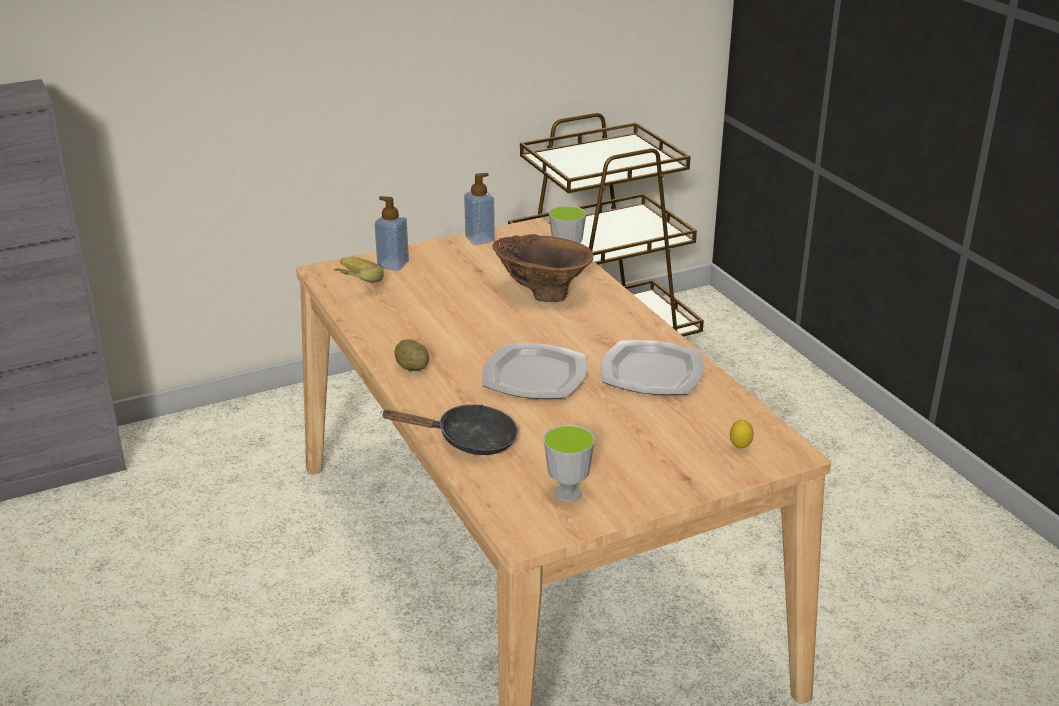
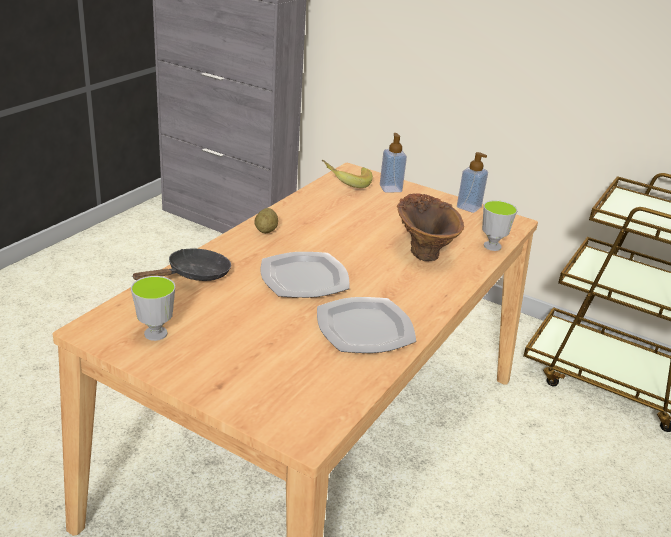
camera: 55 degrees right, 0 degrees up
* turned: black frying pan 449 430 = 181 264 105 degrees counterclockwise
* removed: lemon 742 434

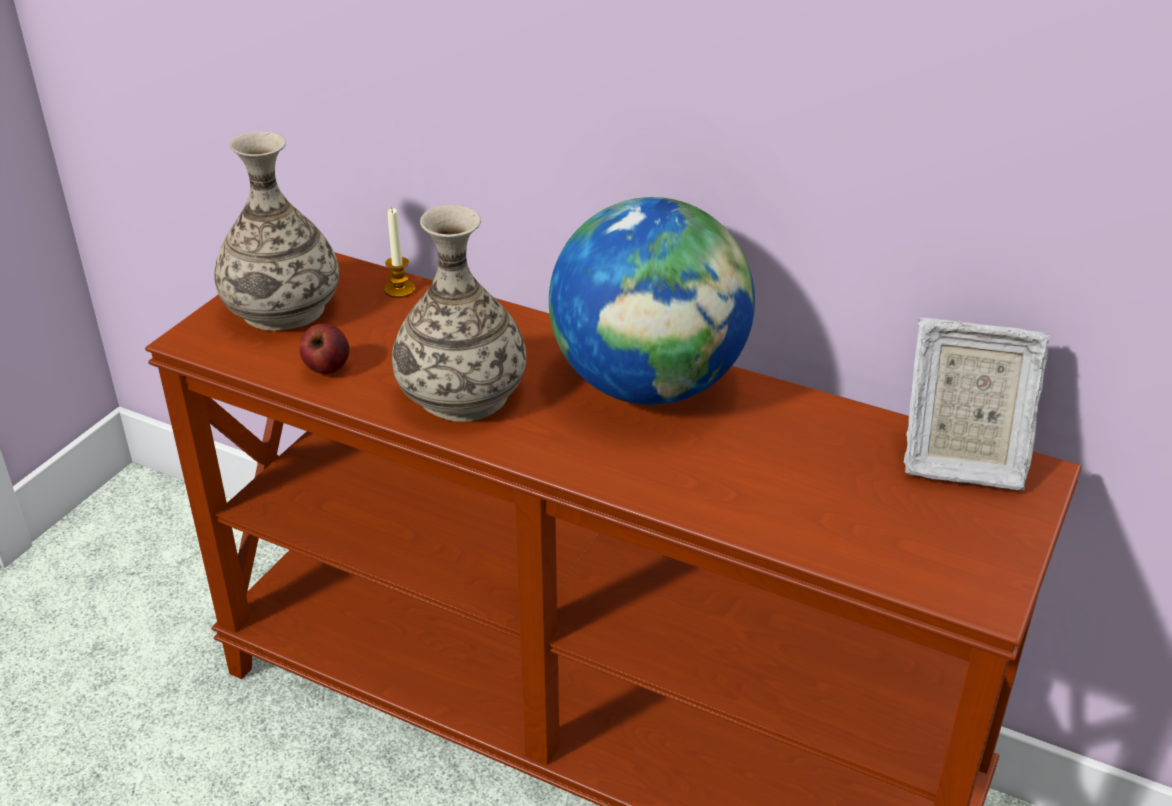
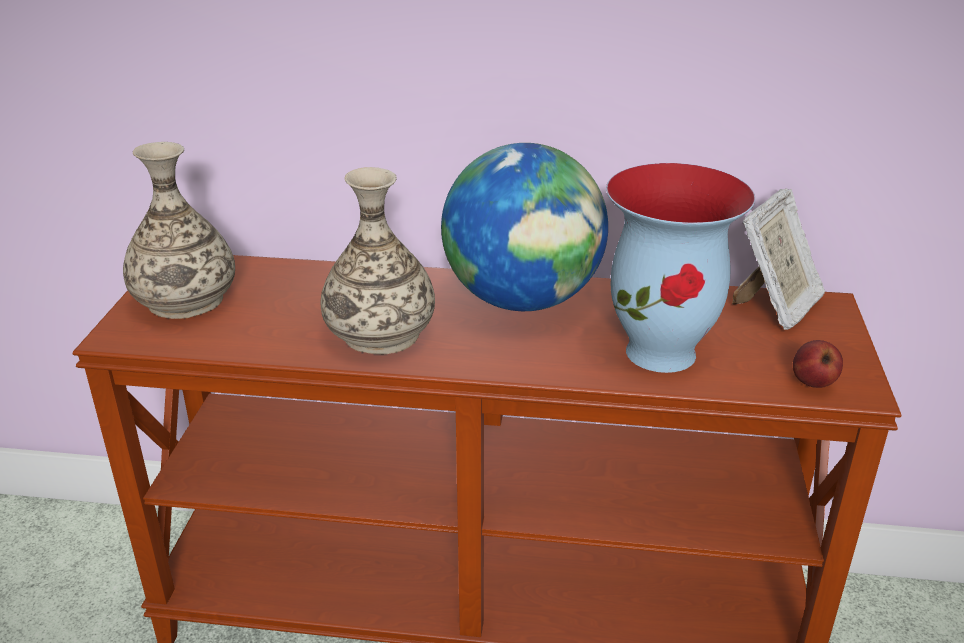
camera: 20 degrees left, 5 degrees down
* removed: candle 399 253
* turned: picture frame 977 404 = 778 259 45 degrees counterclockwise
* moved: apple 324 348 to 818 364
* added: vase 680 268

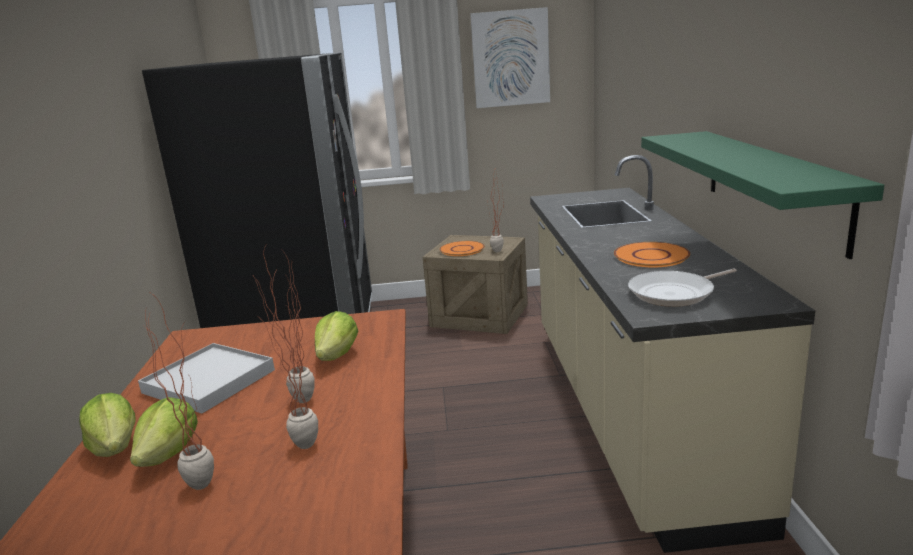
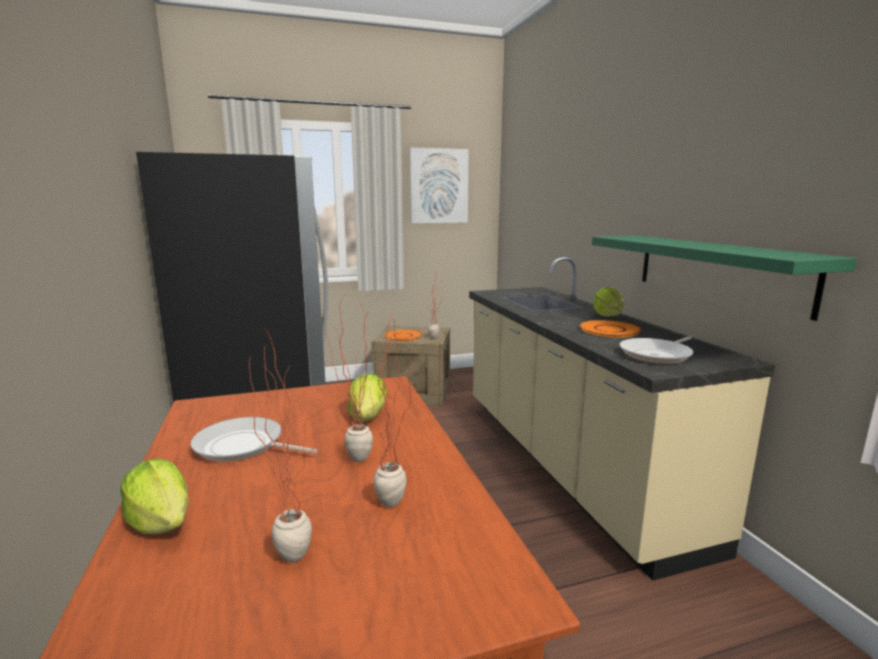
camera: 15 degrees left, 5 degrees down
* replaced: white tray 206 378 to frying pan 254 439
* moved: lettuce 164 432 to 608 302

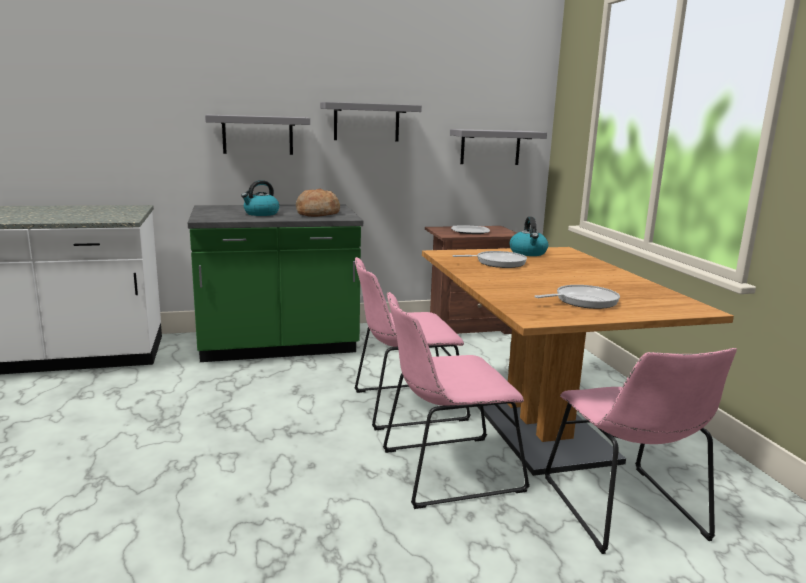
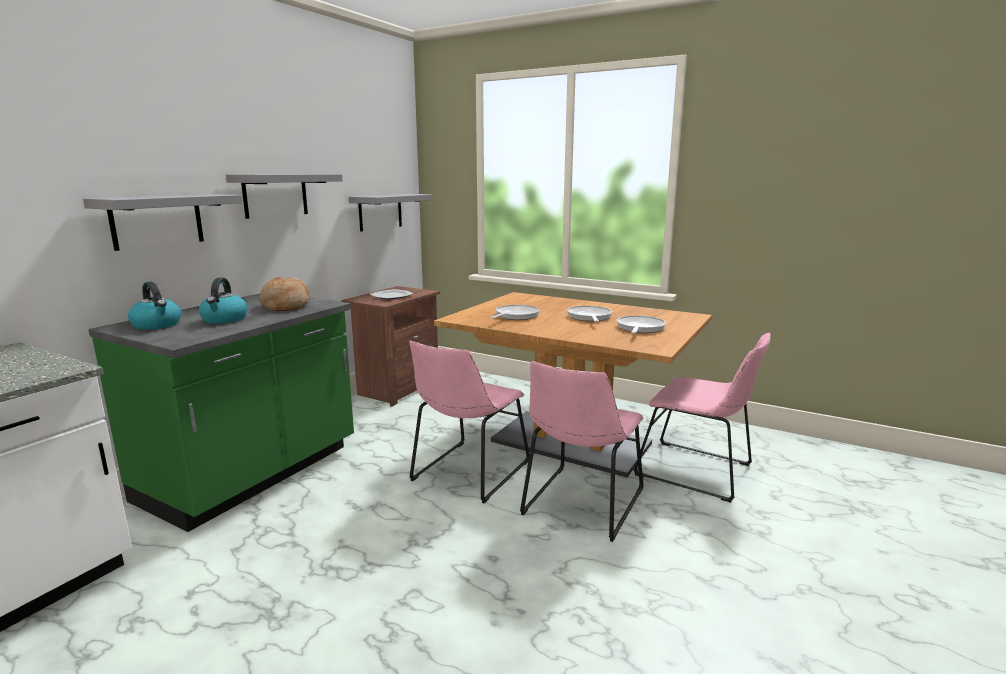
camera: 45 degrees left, 0 degrees up
* moved: kettle 529 236 to 154 306
* added: frying pan 589 314

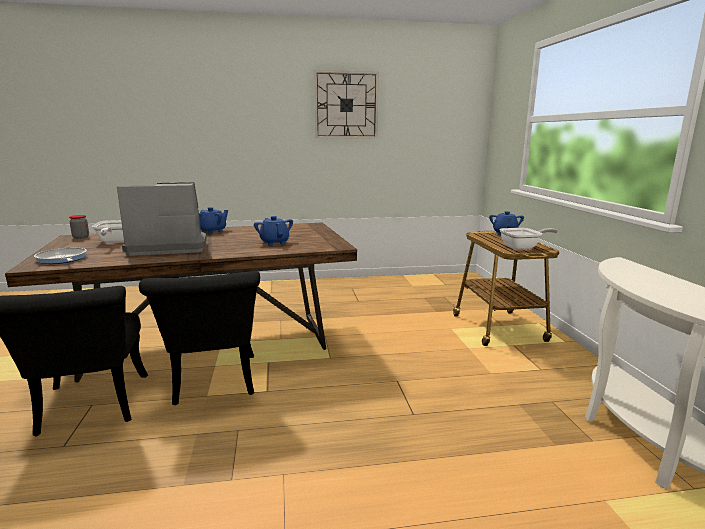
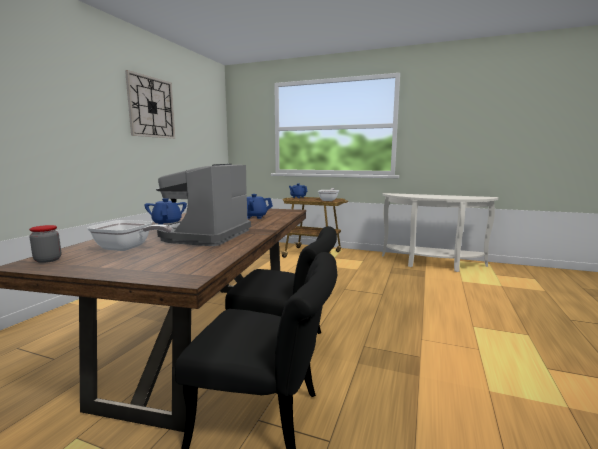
camera: 60 degrees left, 5 degrees down
* removed: frying pan 60 256

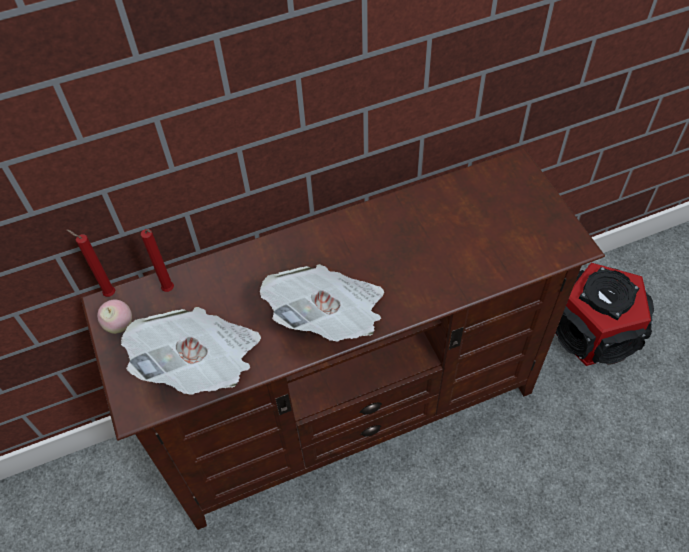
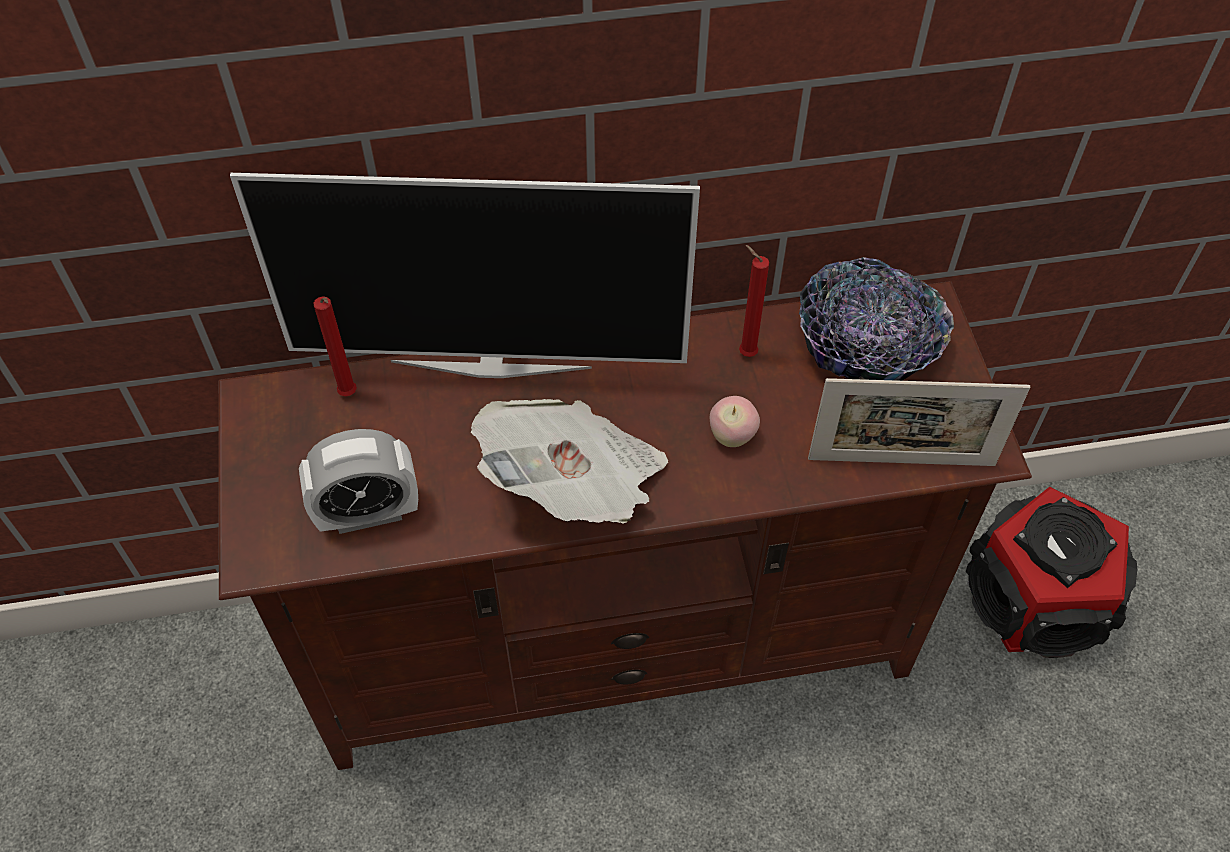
camera: 10 degrees right, 0 degrees up
* moved: red candle 91 263 to 754 301
* moved: apple 114 317 to 735 421
* replaced: newspaper 191 351 to alarm clock 358 481
* added: television 465 275
* added: bowl 876 319
* added: picture frame 919 422

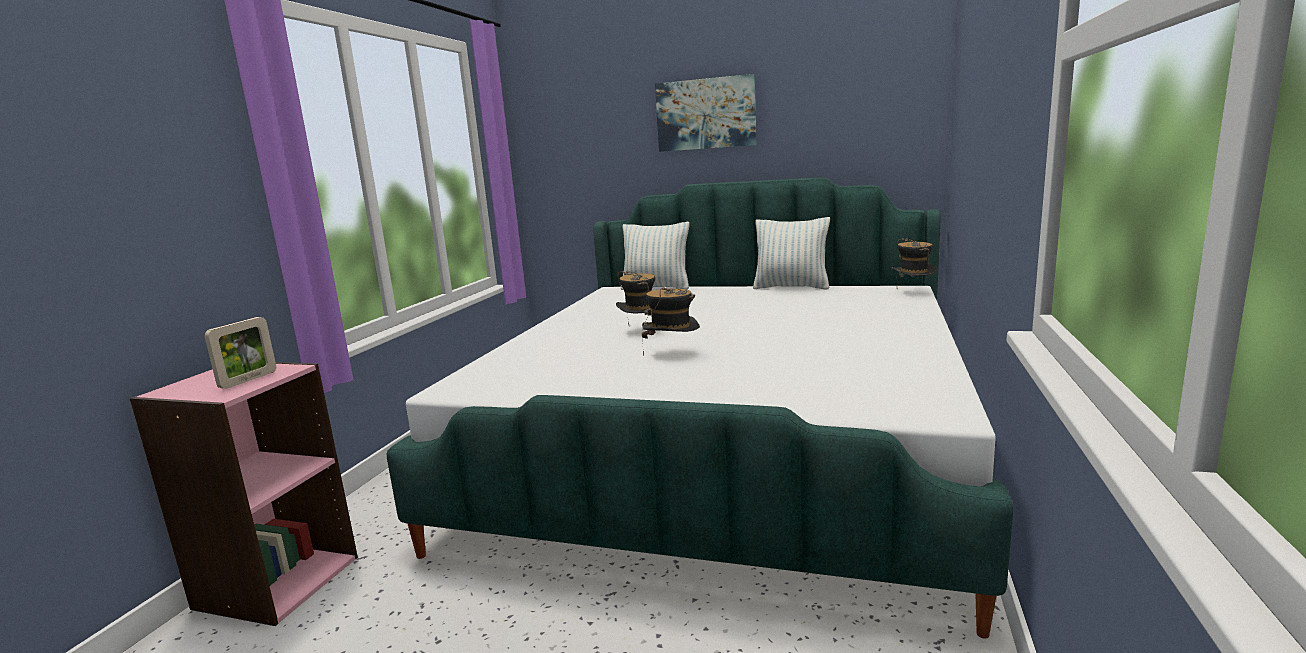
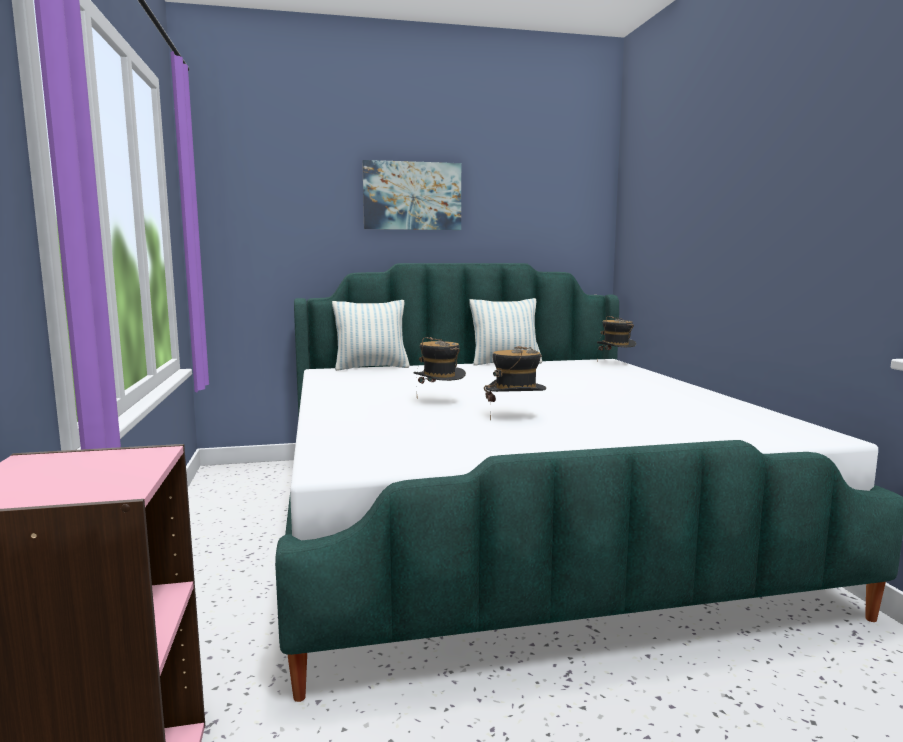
camera: 30 degrees left, 5 degrees down
* removed: picture frame 240 353

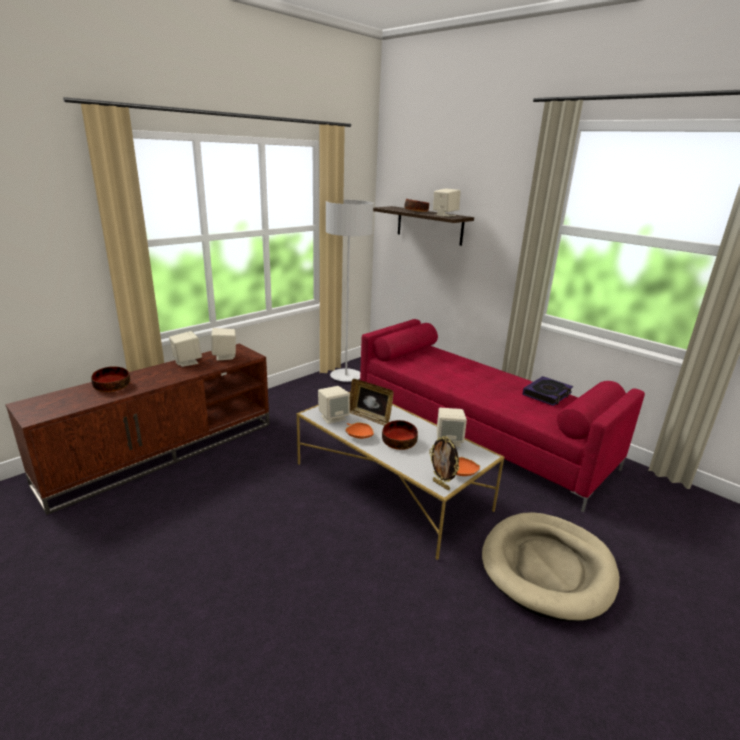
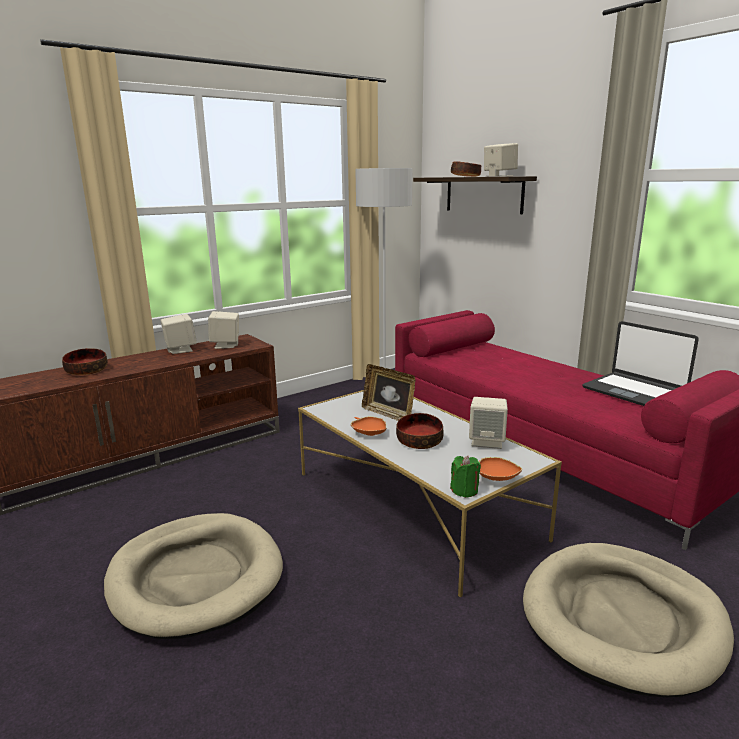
camera: 10 degrees right, 5 degrees down
* replaced: book 547 391 to laptop 641 363
* removed: beige speaker 334 405
* replaced: picture frame 444 463 to green candle 465 477
* added: beige dog bed 193 576

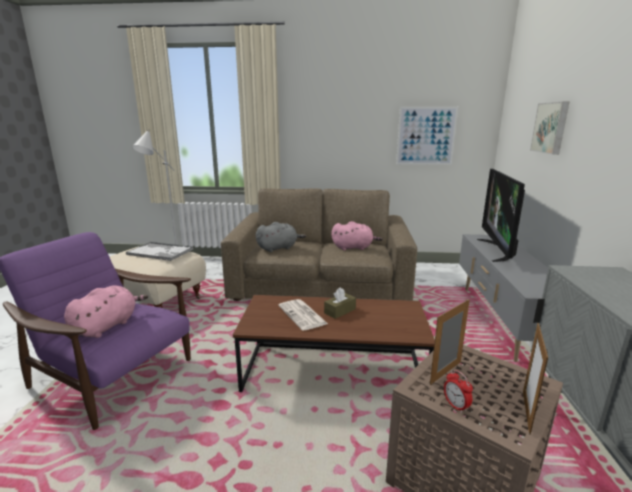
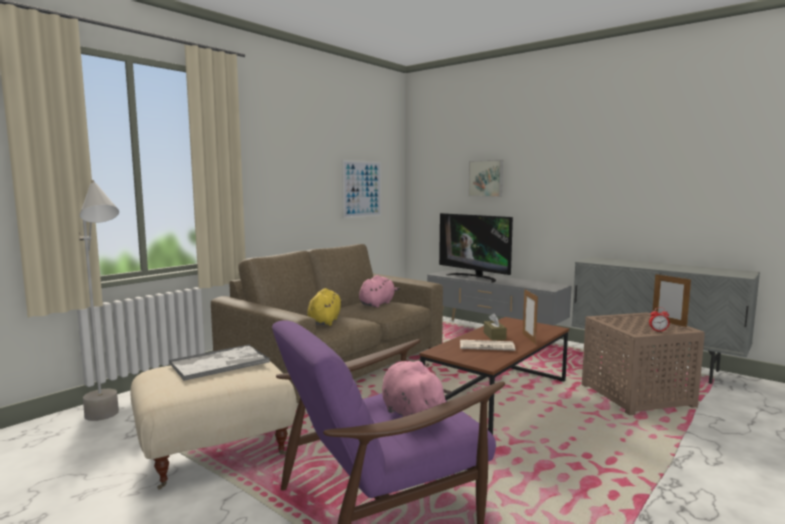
camera: 55 degrees left, 10 degrees down
* recoloured: grey plush toy 281 237 to yellow plush toy 324 307
* moved: picture frame 450 342 to 530 316

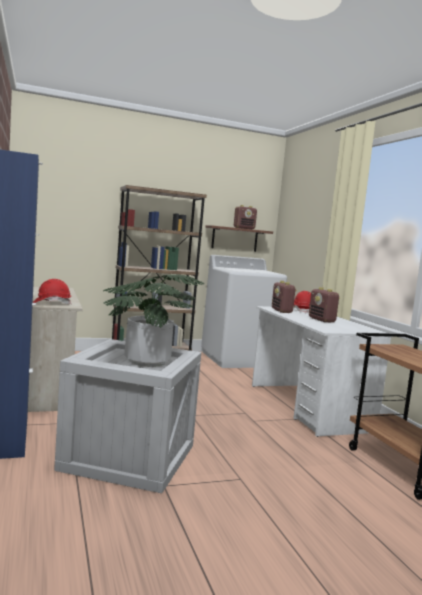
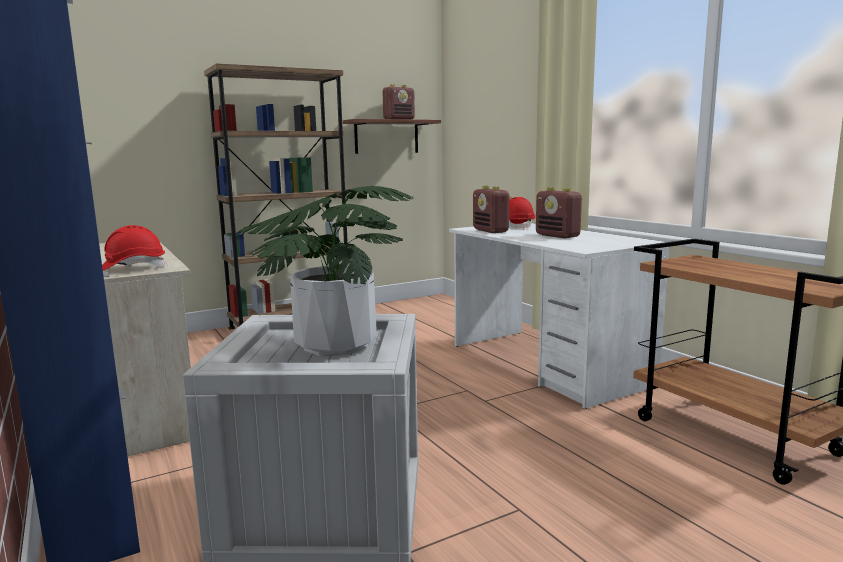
camera: 10 degrees left, 5 degrees up
* removed: white washing machine 244 311

